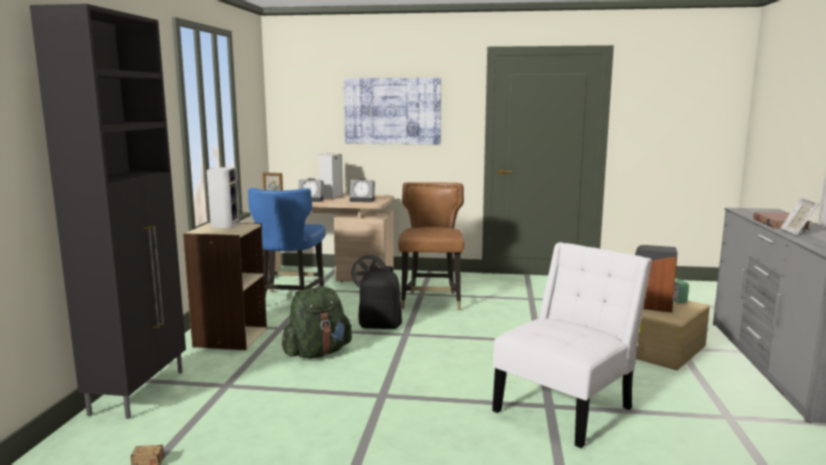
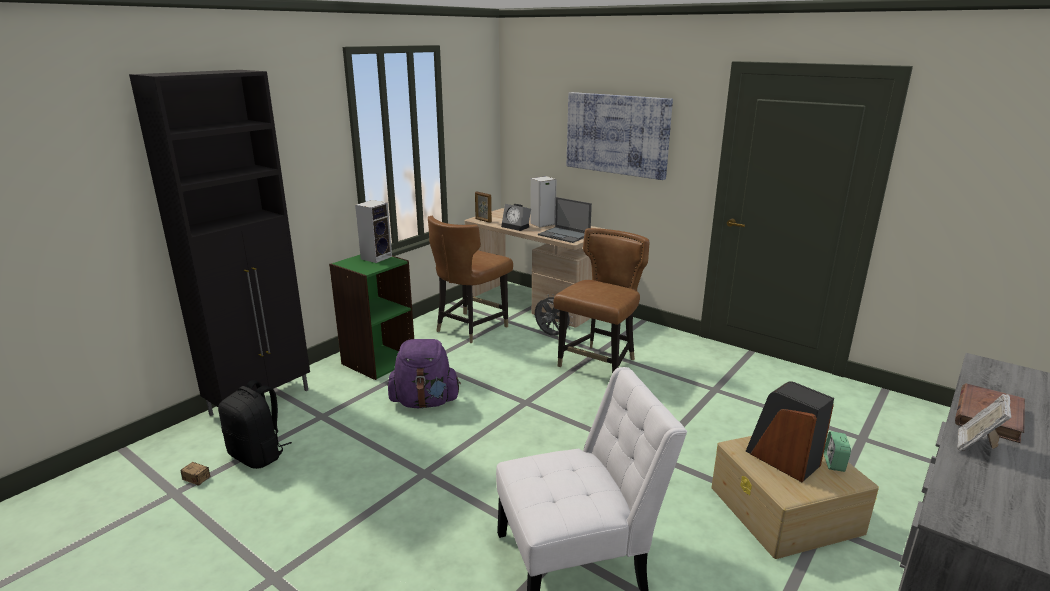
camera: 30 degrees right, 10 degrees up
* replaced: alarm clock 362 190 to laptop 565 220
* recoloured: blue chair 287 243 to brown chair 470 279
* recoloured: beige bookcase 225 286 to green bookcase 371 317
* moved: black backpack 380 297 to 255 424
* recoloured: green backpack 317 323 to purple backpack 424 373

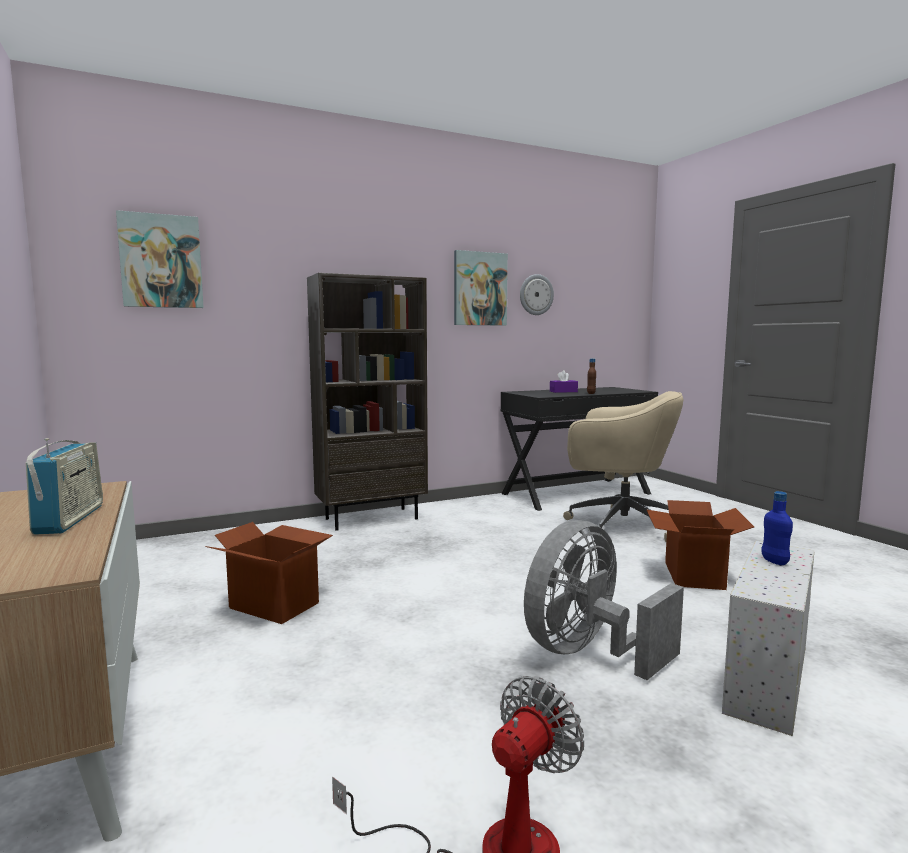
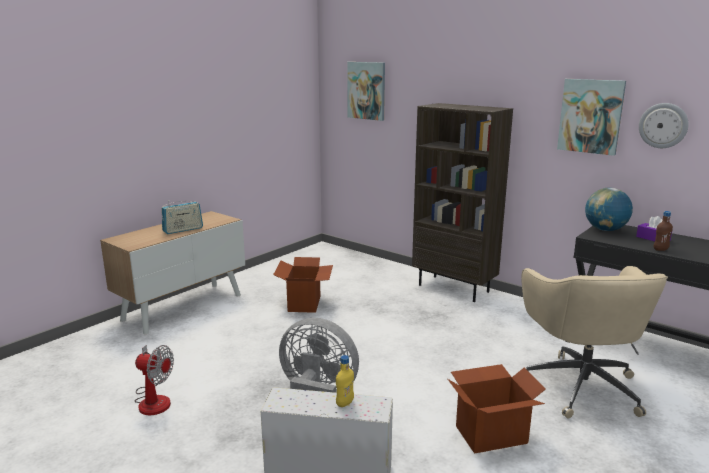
camera: 65 degrees right, 10 degrees up
* recoloured: blue bottle 777 528 to yellow bottle 345 381
* added: globe 609 209

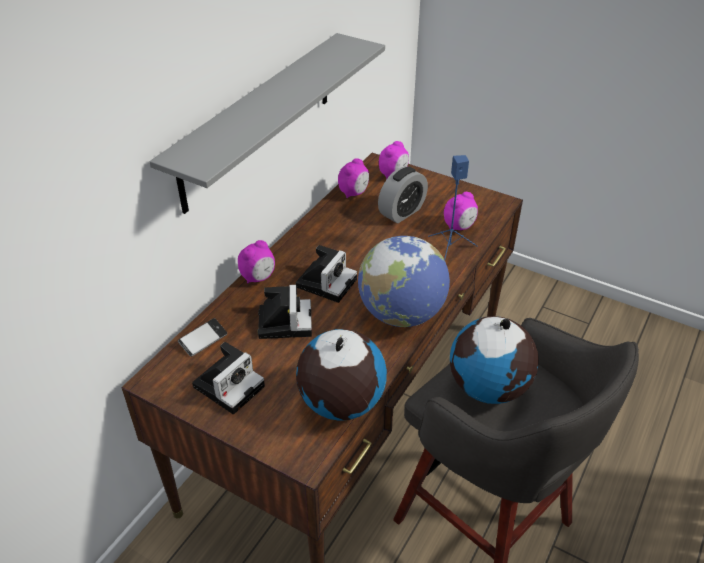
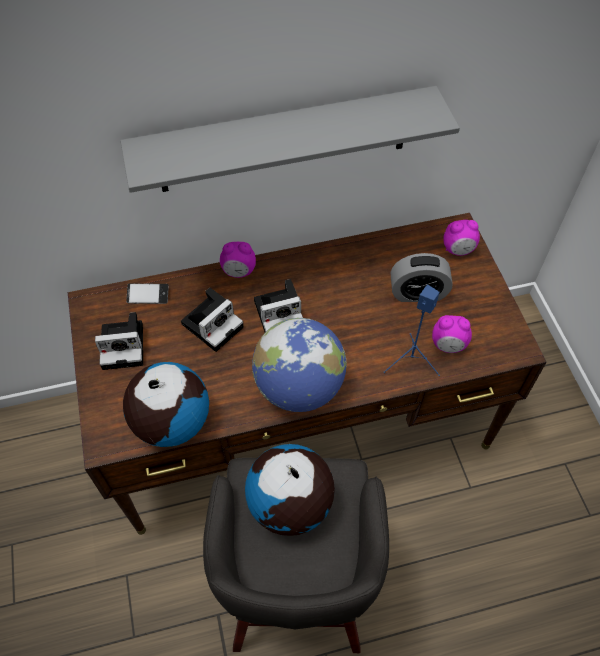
camera: 45 degrees right, 15 degrees up
* removed: alarm clock 353 178

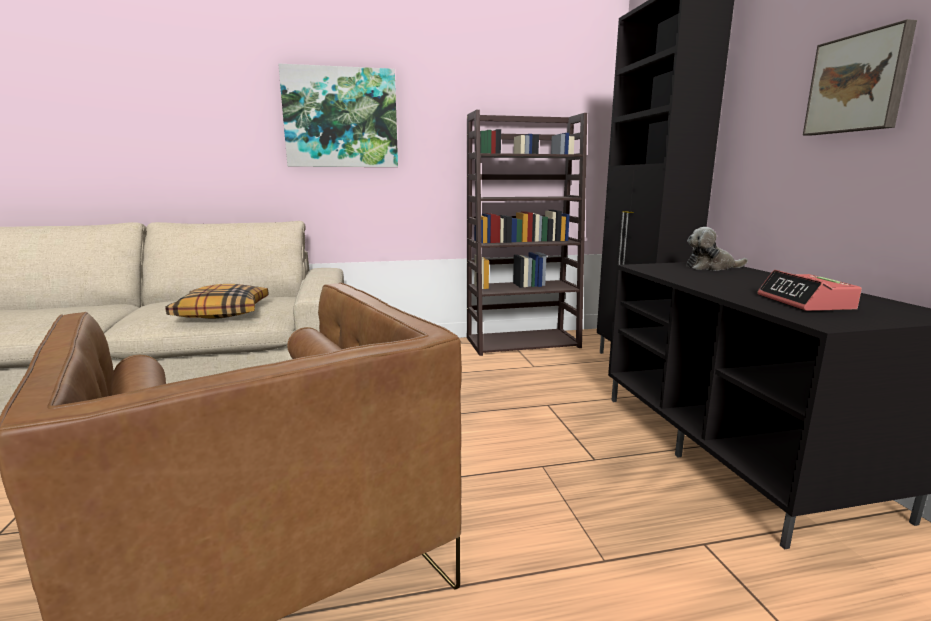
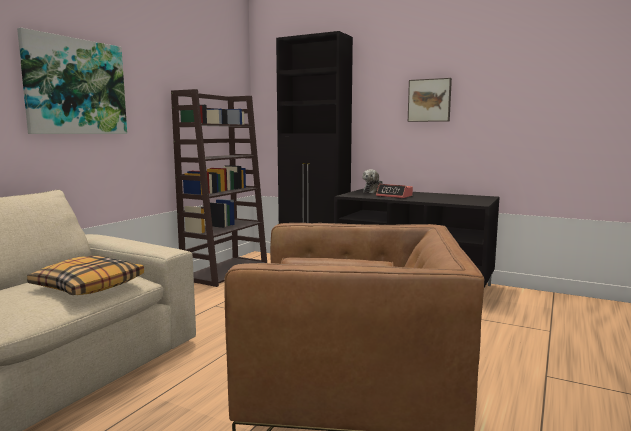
camera: 50 degrees left, 5 degrees down
* moved: alarm clock 809 290 to 394 191

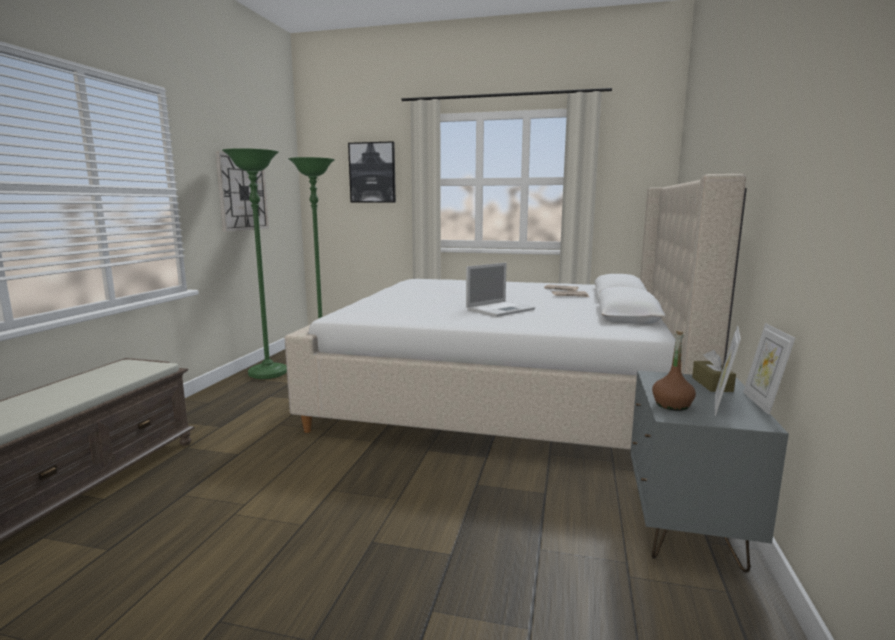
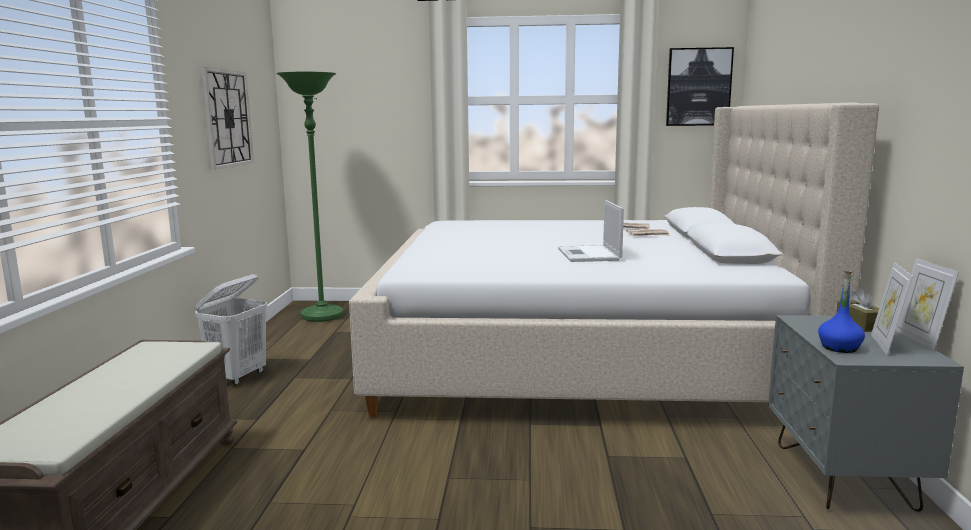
camera: 10 degrees left, 0 degrees up
* moved: picture 372 171 to 700 86
* removed: green floor lamp 254 263
* turned: laptop 500 290 = 591 231 135 degrees clockwise
* recoloured: brown bottle 674 371 to blue bottle 841 311
* added: white laundry basket 231 329

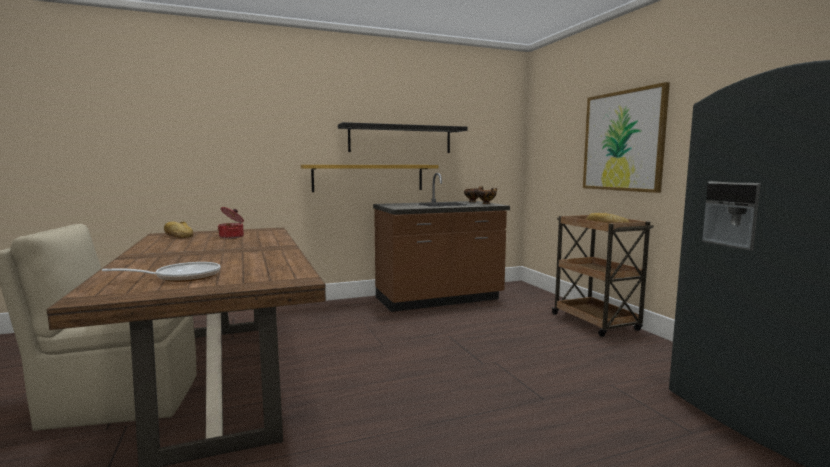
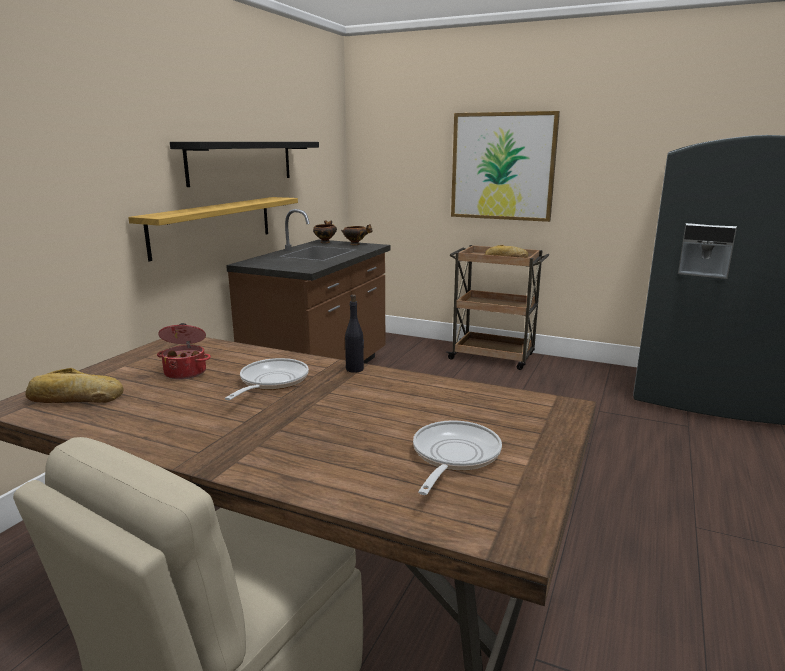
camera: 45 degrees left, 10 degrees up
* added: black bottle 354 333
* added: frying pan 267 379

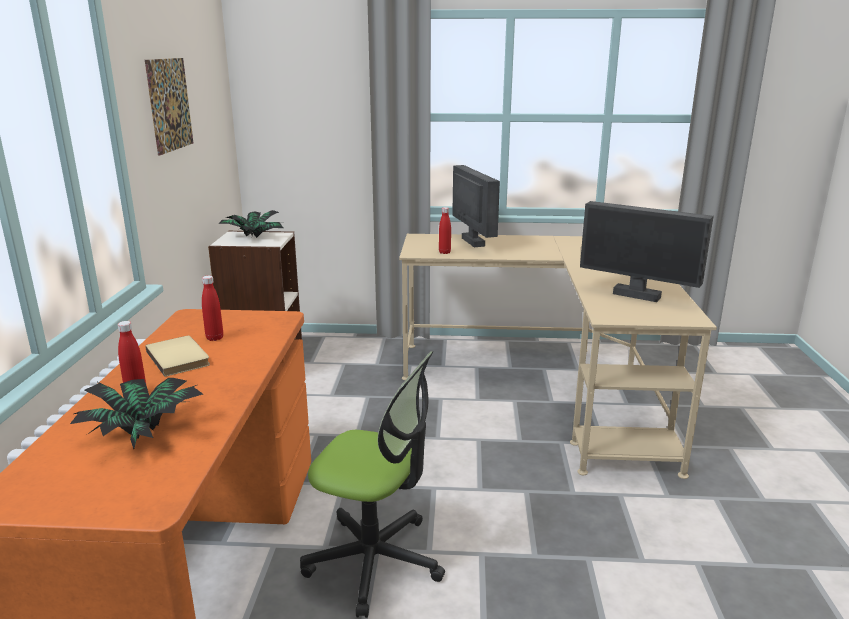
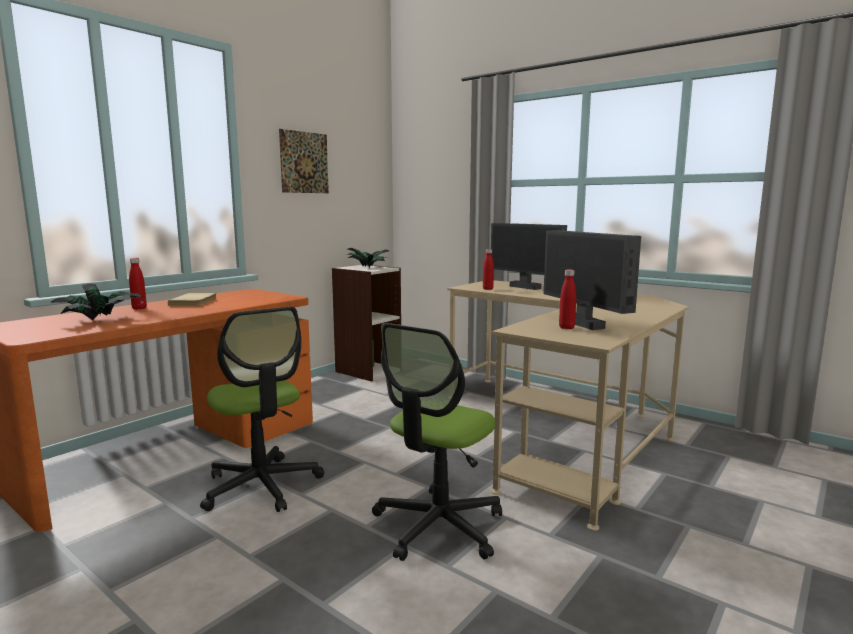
camera: 35 degrees right, 10 degrees down
* turned: monitor 476 206 = 529 256 120 degrees clockwise
* moved: red bottle 212 308 to 567 299
* added: office chair 437 442

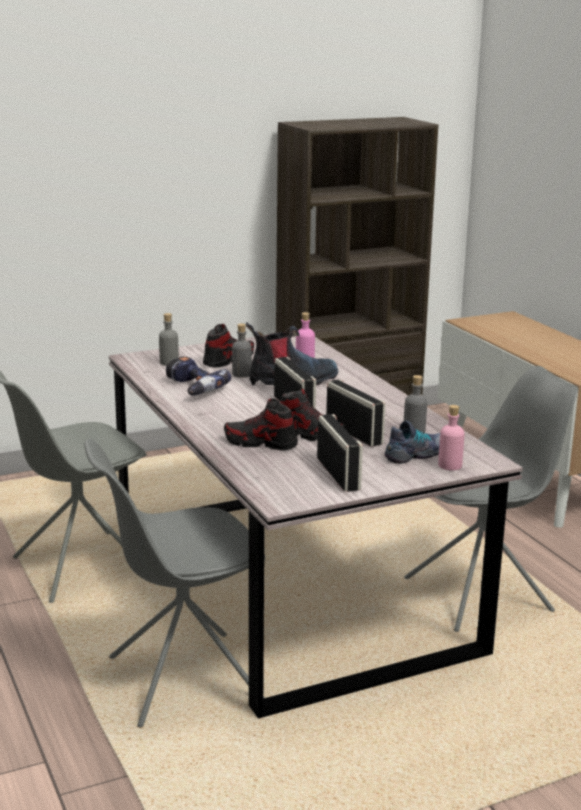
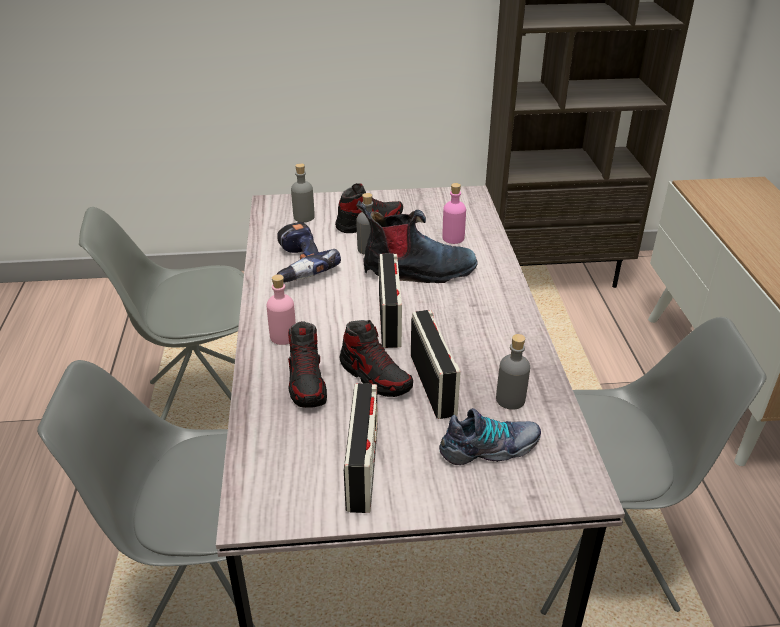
camera: 20 degrees right, 15 degrees up
* turned: shoe 261 424 = 307 364 135 degrees counterclockwise
* moved: pink bottle 451 437 to 281 309

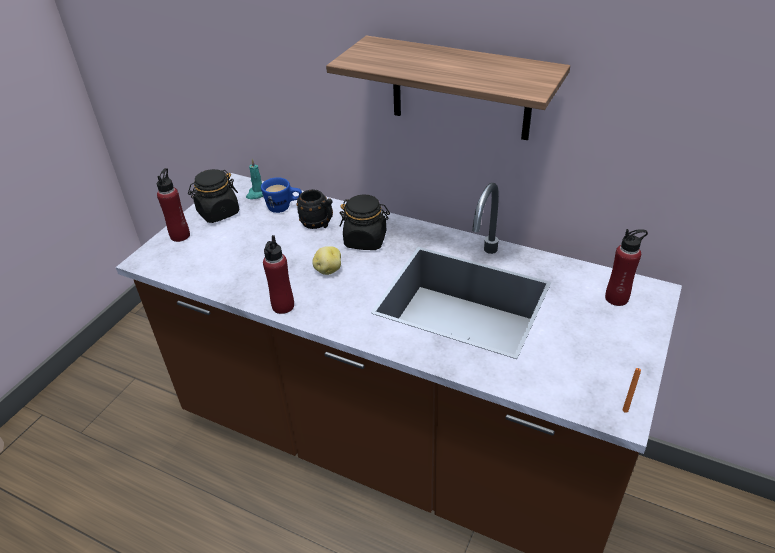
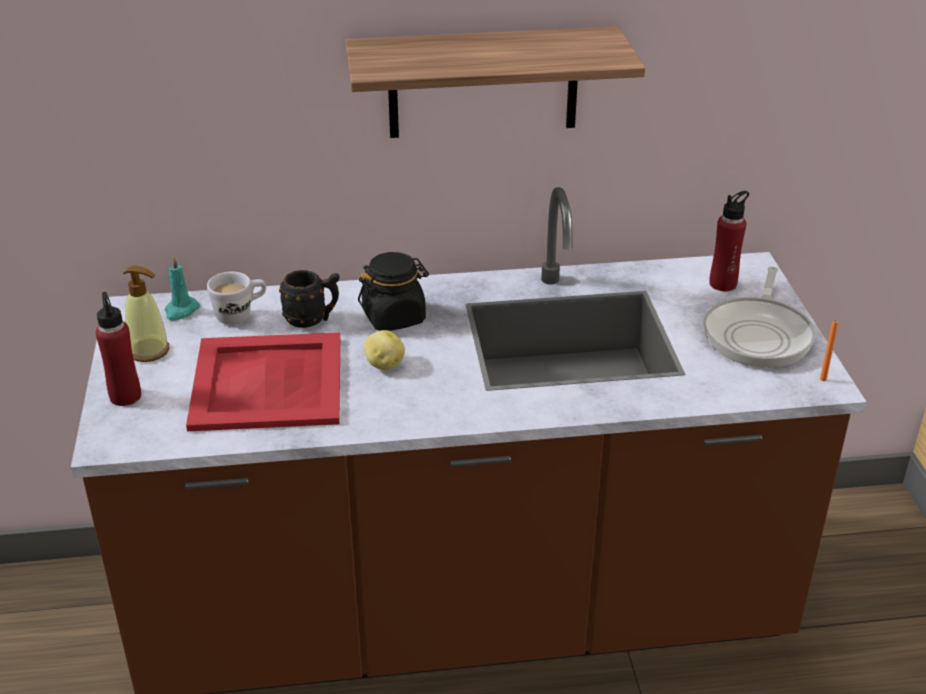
camera: 35 degrees left, 5 degrees down
* replaced: black jar 213 196 to soap dispenser 146 313
* recoloured: blue mug 281 195 to white mug 236 298
* removed: red bottle 278 274
* added: frying pan 759 316
* added: red tray 263 382

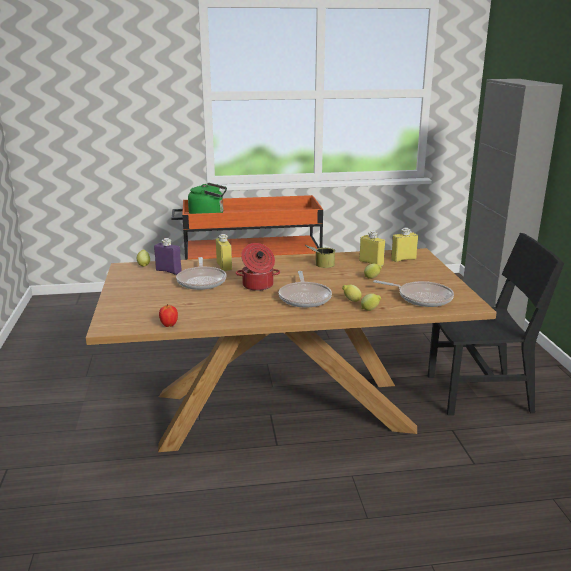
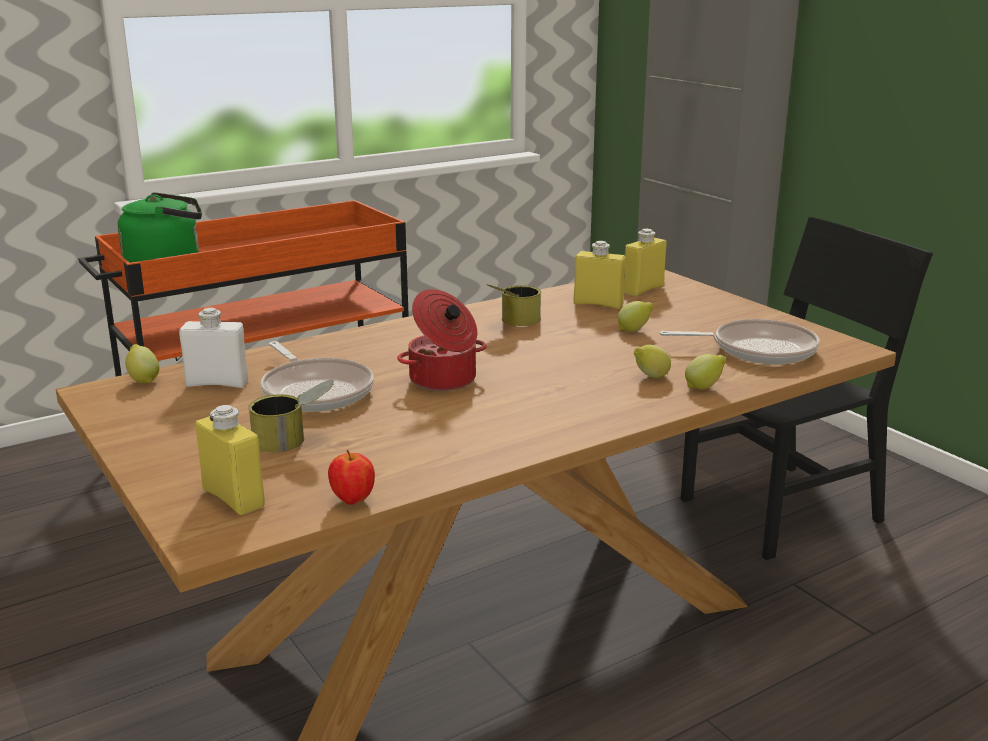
camera: 25 degrees left, 0 degrees up
* moved: yellow bottle 224 252 to 230 460
* recoloured: purple bottle 168 256 to white bottle 213 348
* removed: frying pan 305 289
* added: can 291 416

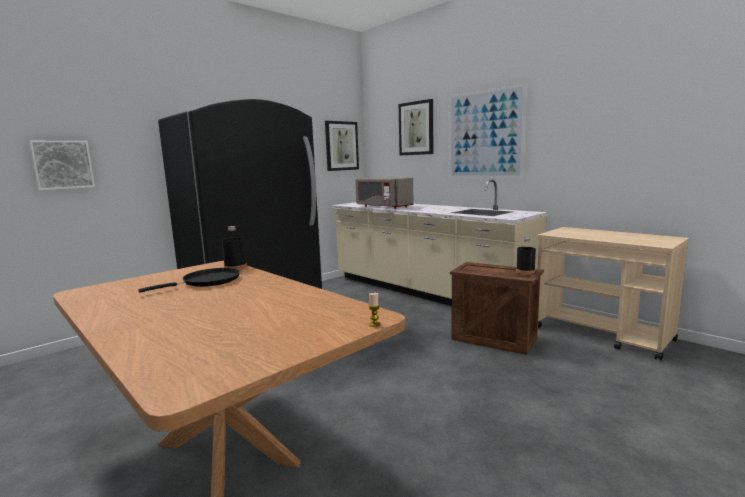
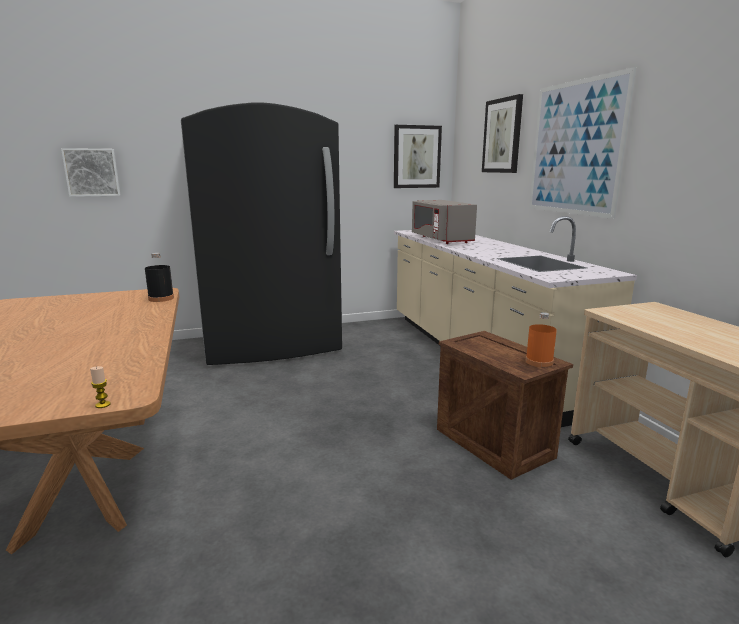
camera: 25 degrees right, 5 degrees up
* recoloured: black bottle 526 256 to orange bottle 541 339
* removed: black frying pan 189 280

